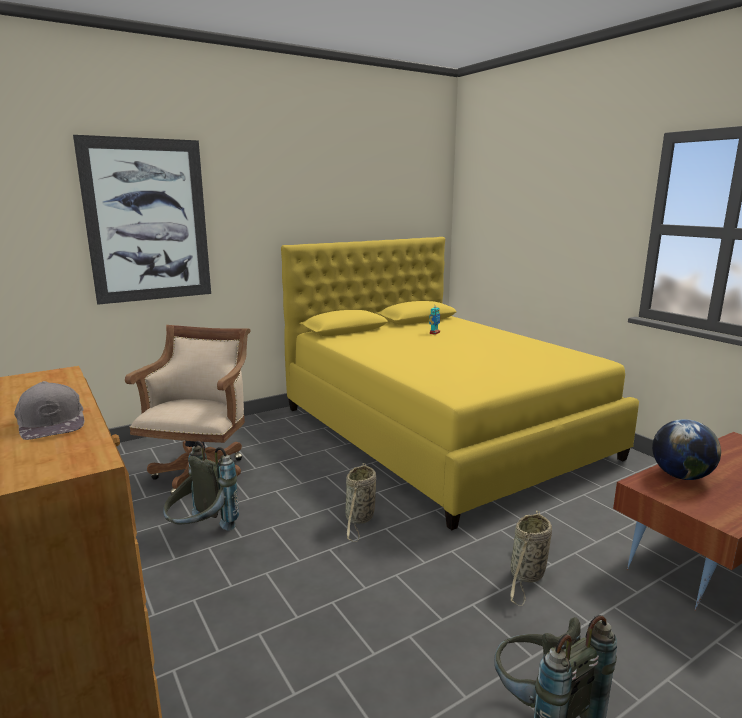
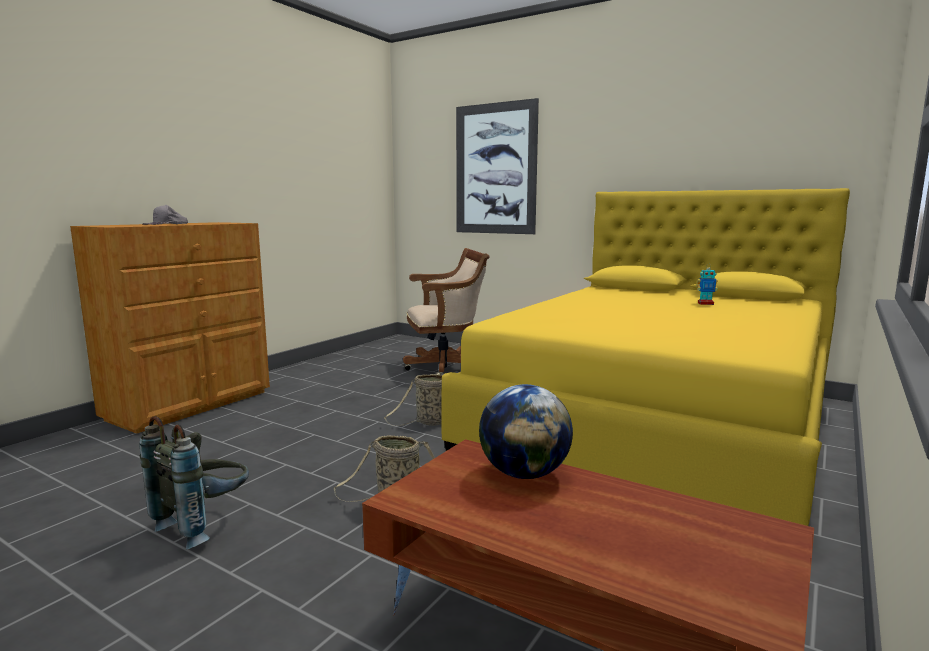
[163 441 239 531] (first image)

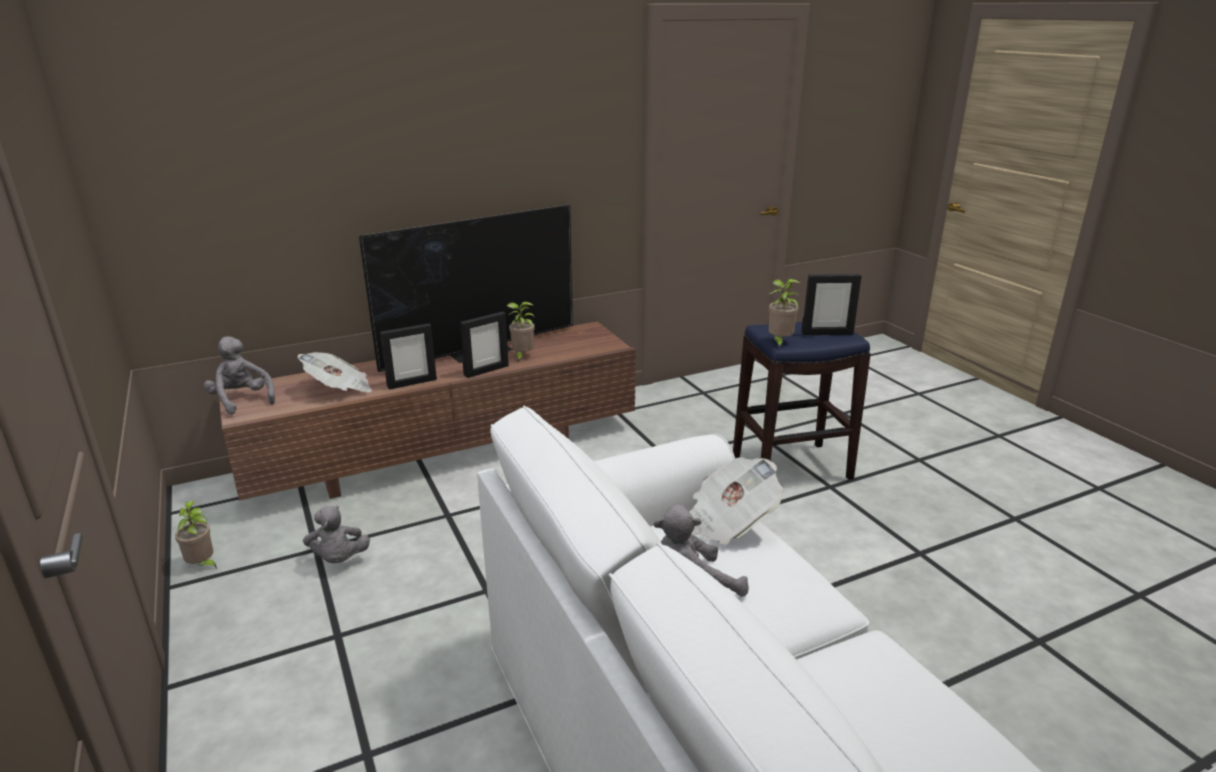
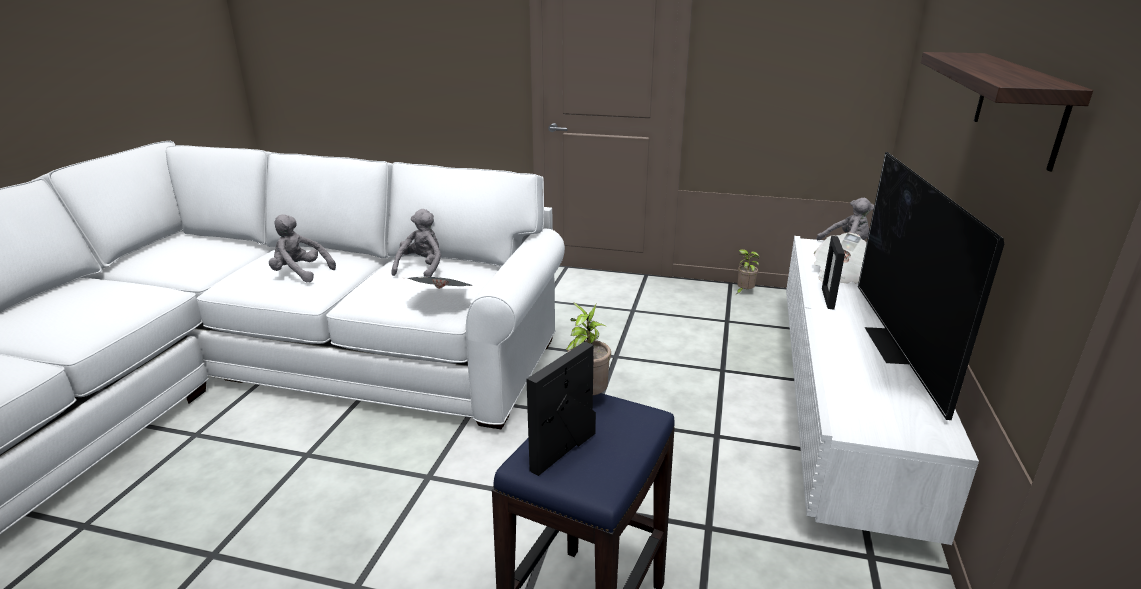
[460 312 509 378] (first image)
[507 301 535 363] (first image)
[921 52 1093 171]
[269 214 336 282]
[786 236 979 545]

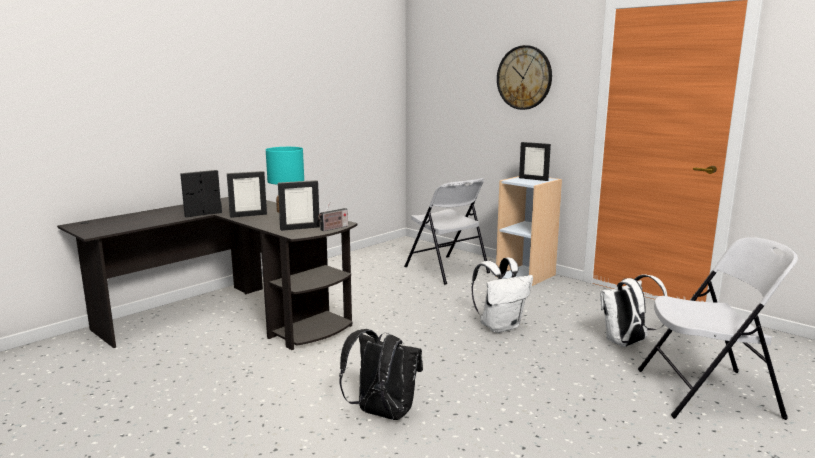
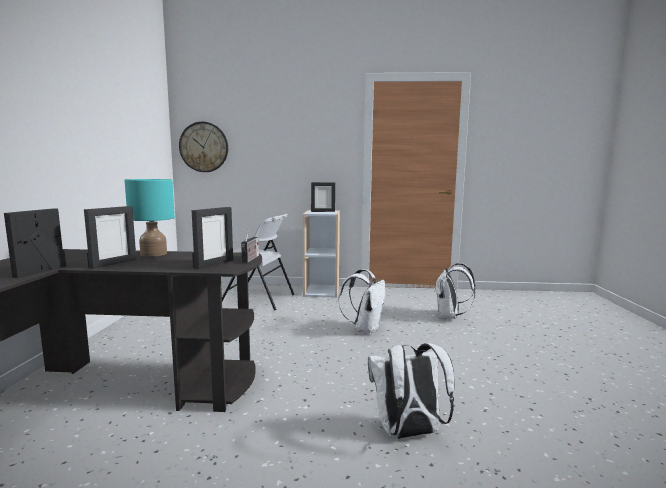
[638 237 798 420] (first image)
[179 122 228 172]
[368 343 454 439]

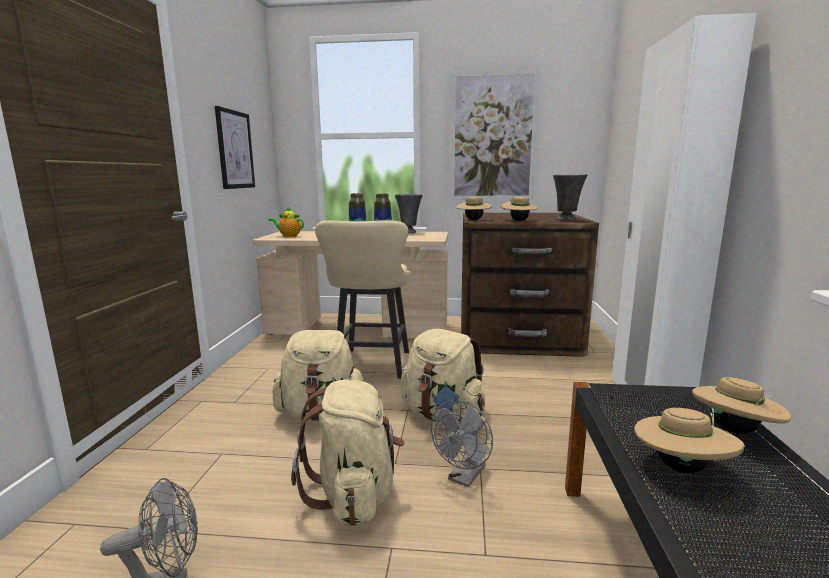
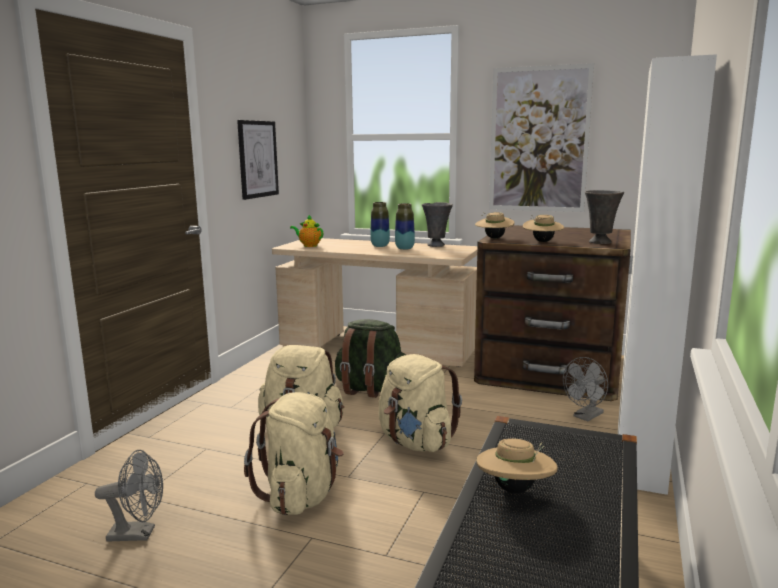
[692 377 792 434] (first image)
[563 357 608 421]
[334 319 406 398]

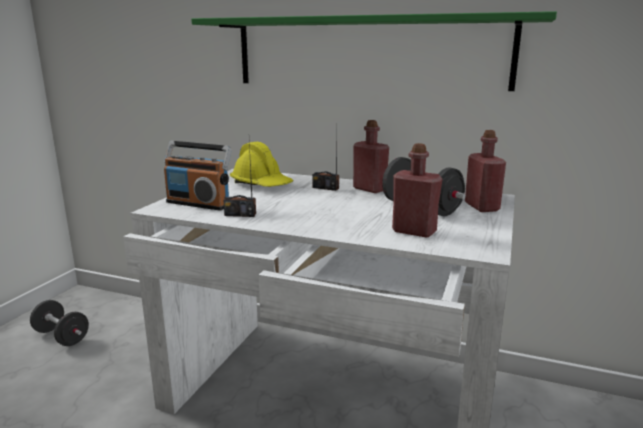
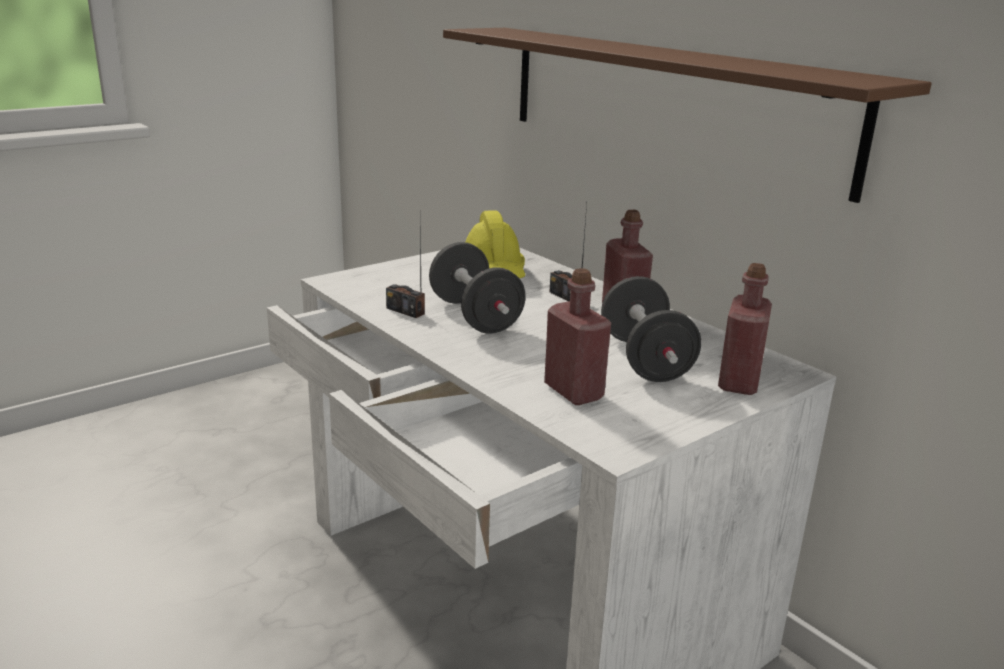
[164 141 232 210] (first image)
[429 242 526 334]
[443 28 932 203]

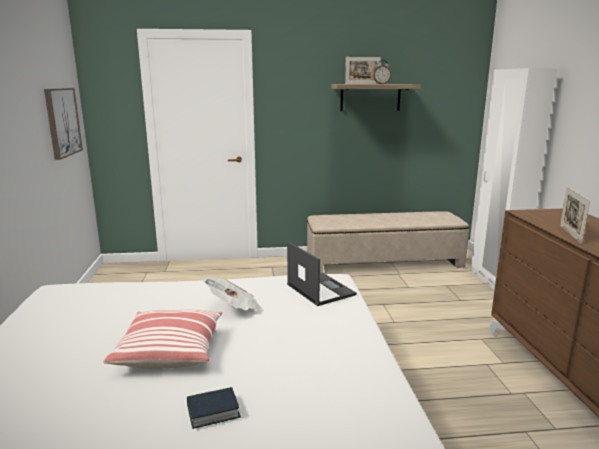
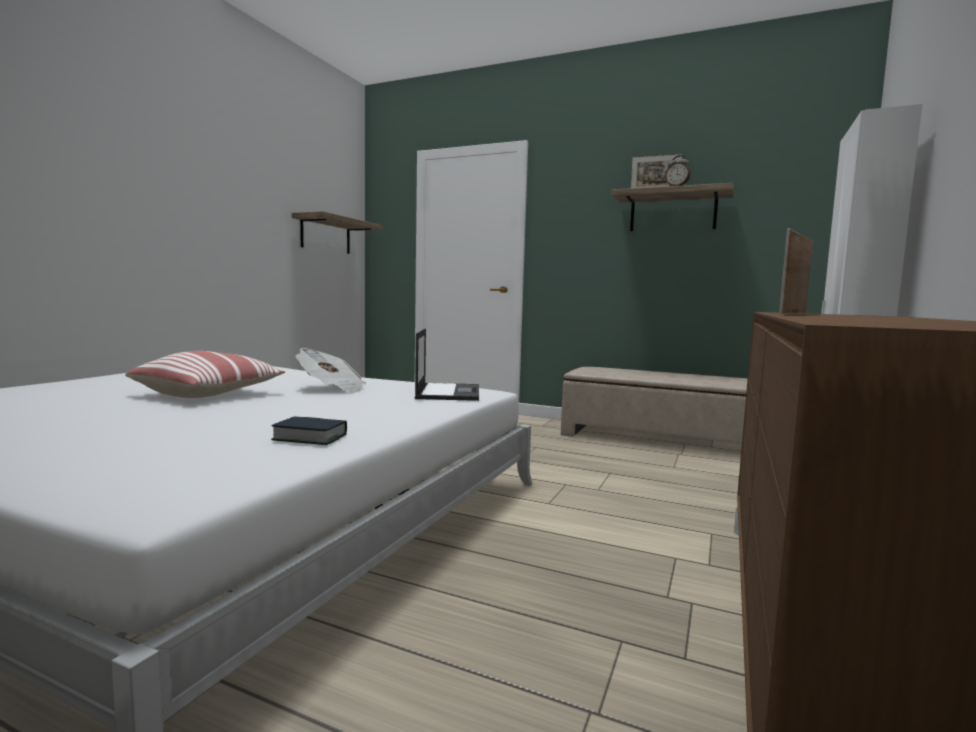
[271 416 347 445]
[292 211 383 254]

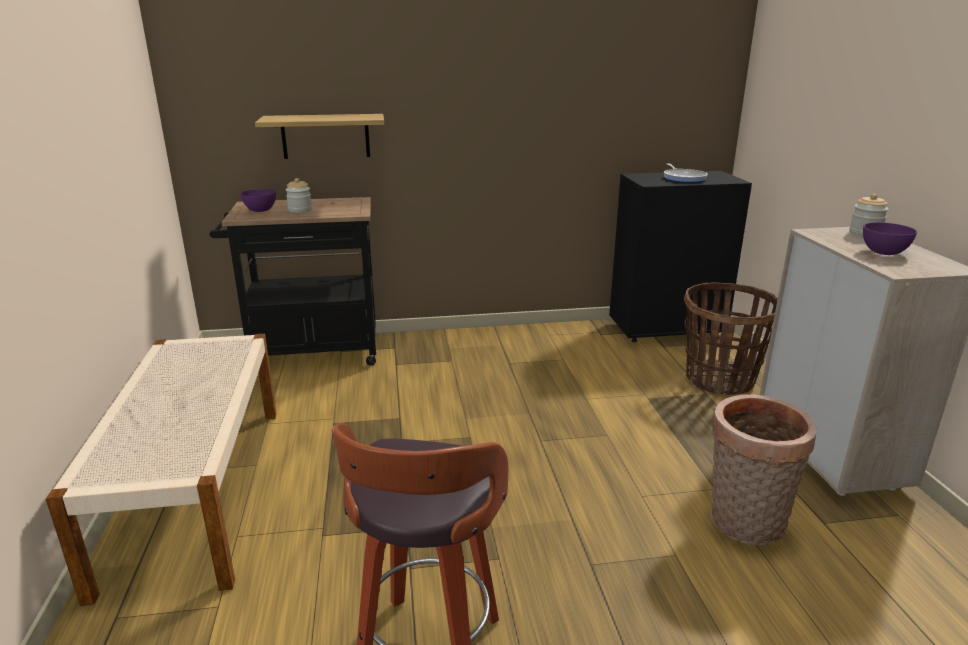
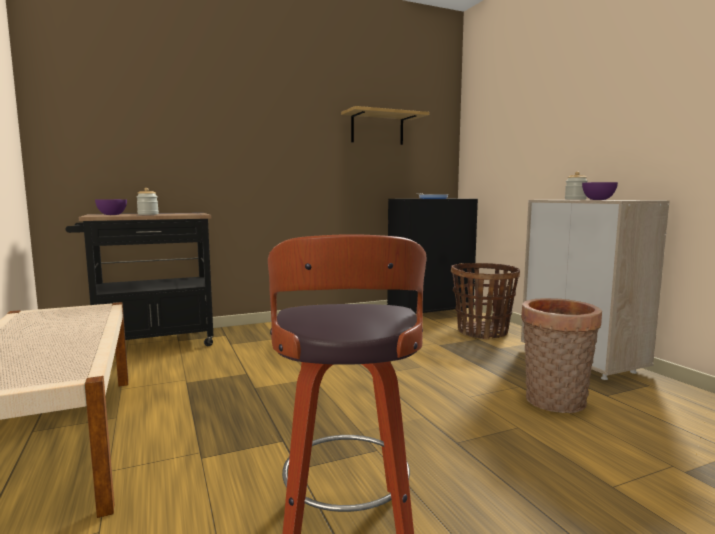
[341 106 429 145]

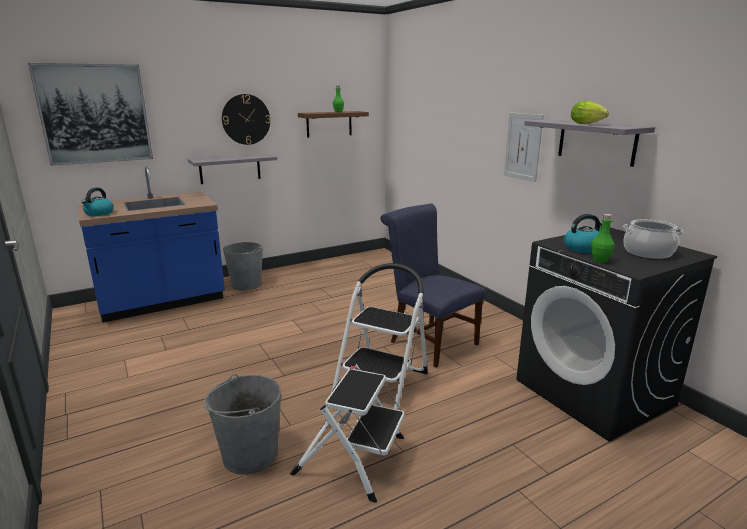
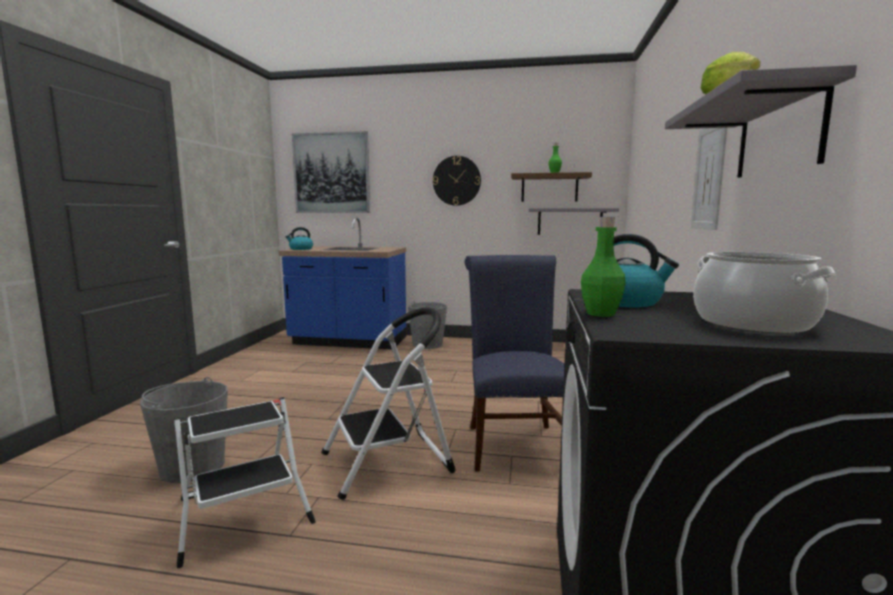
[528 208 619 235]

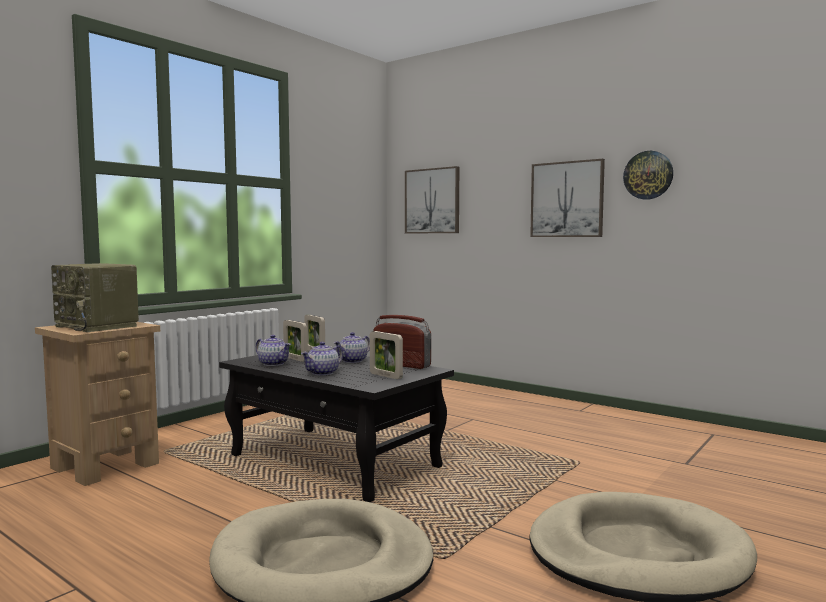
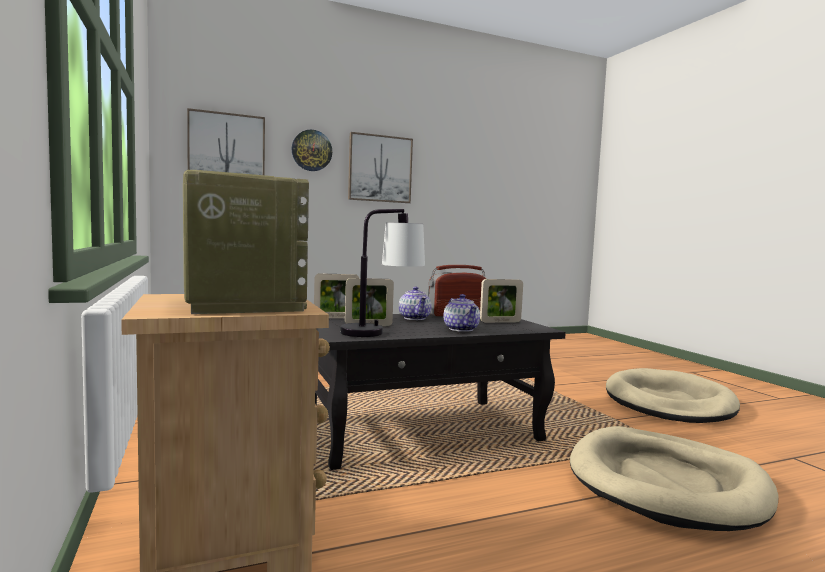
[292 130 332 171]
[340 209 425 337]
[183 170 309 314]

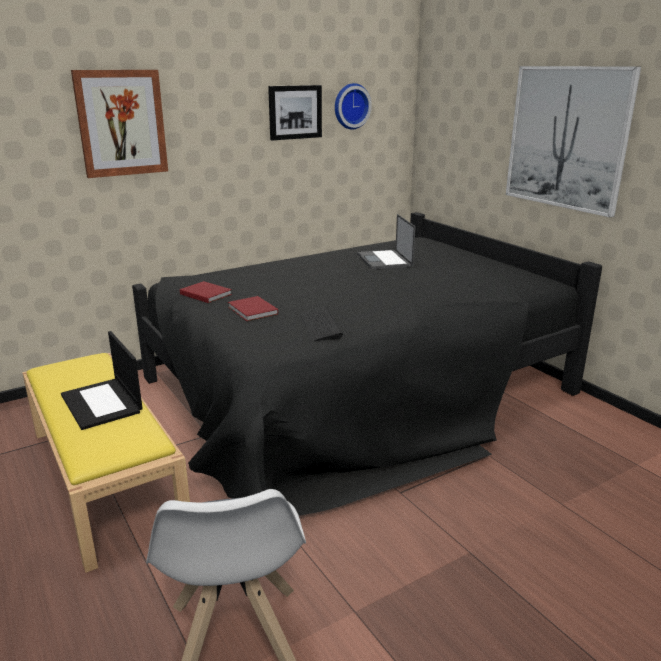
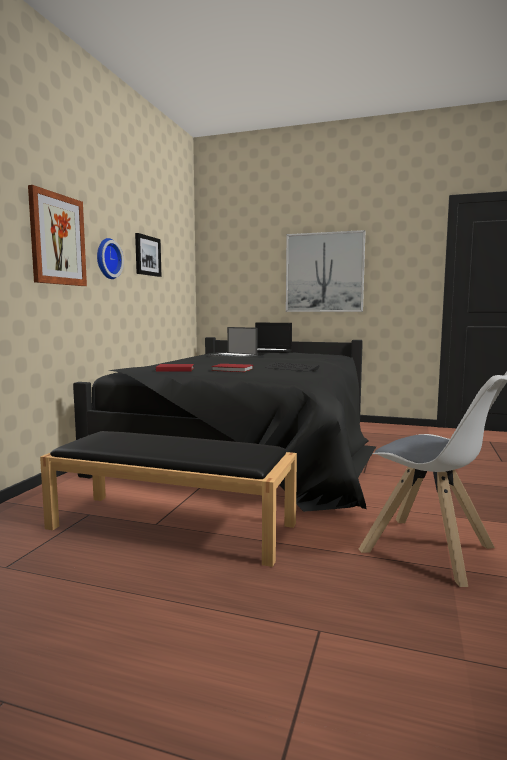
[255 323 292 353]
[97 238 124 279]
[40 431 297 567]

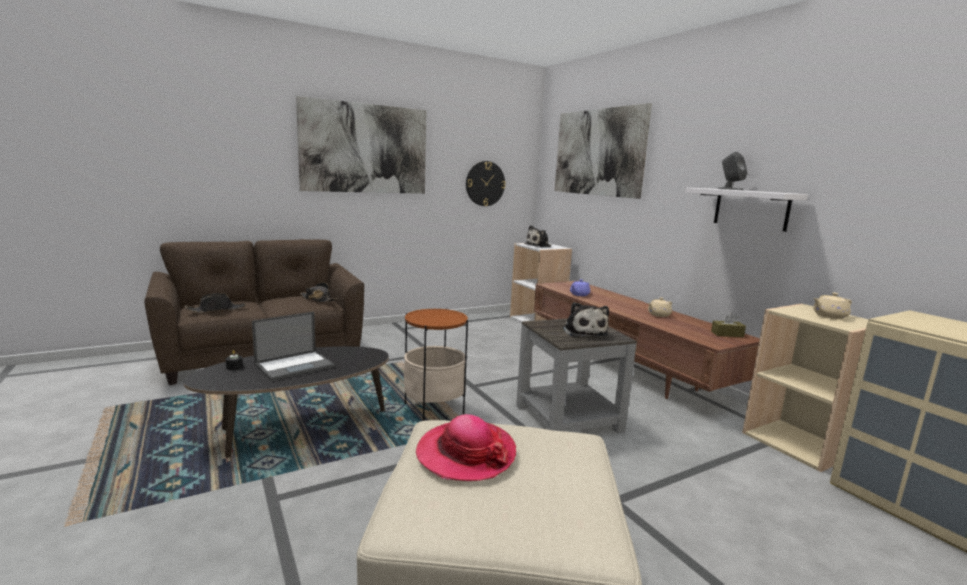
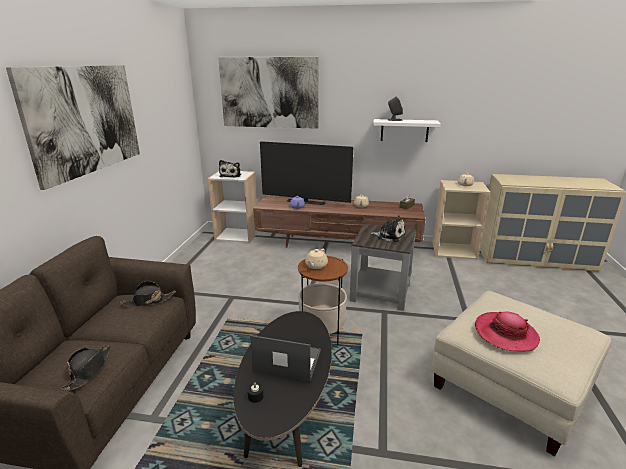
[466 161 506 206] (first image)
[260 141 353 205]
[305 249 328 269]
[250 335 321 382]

